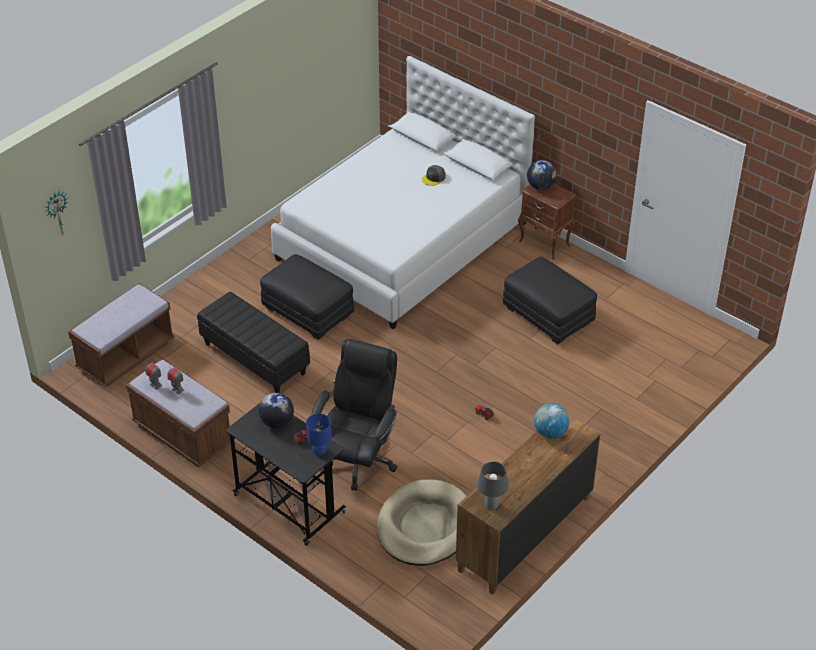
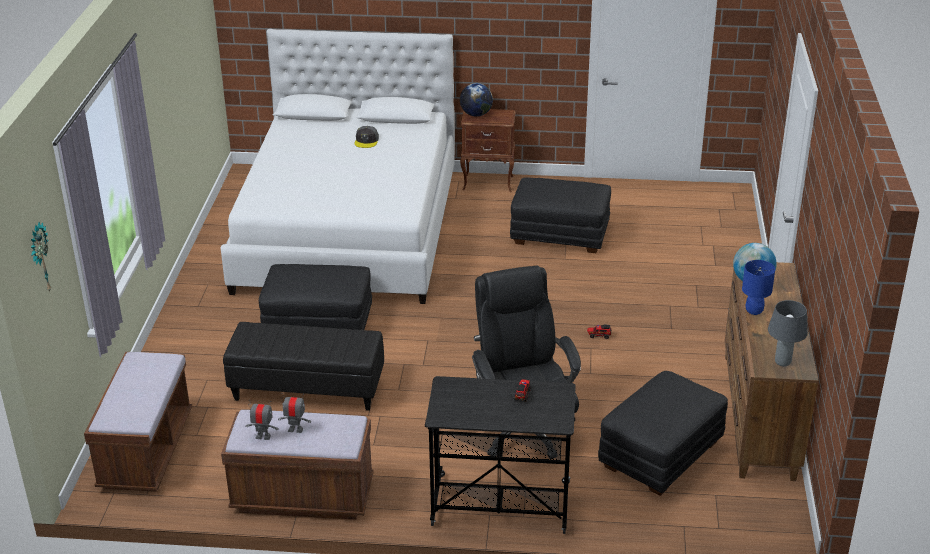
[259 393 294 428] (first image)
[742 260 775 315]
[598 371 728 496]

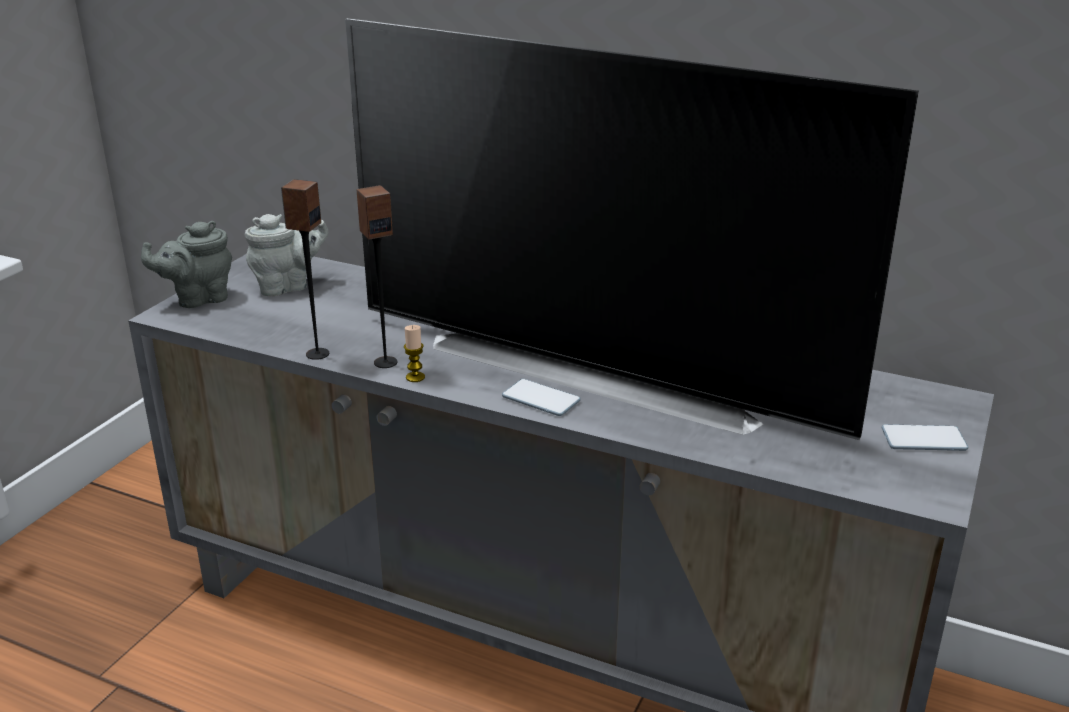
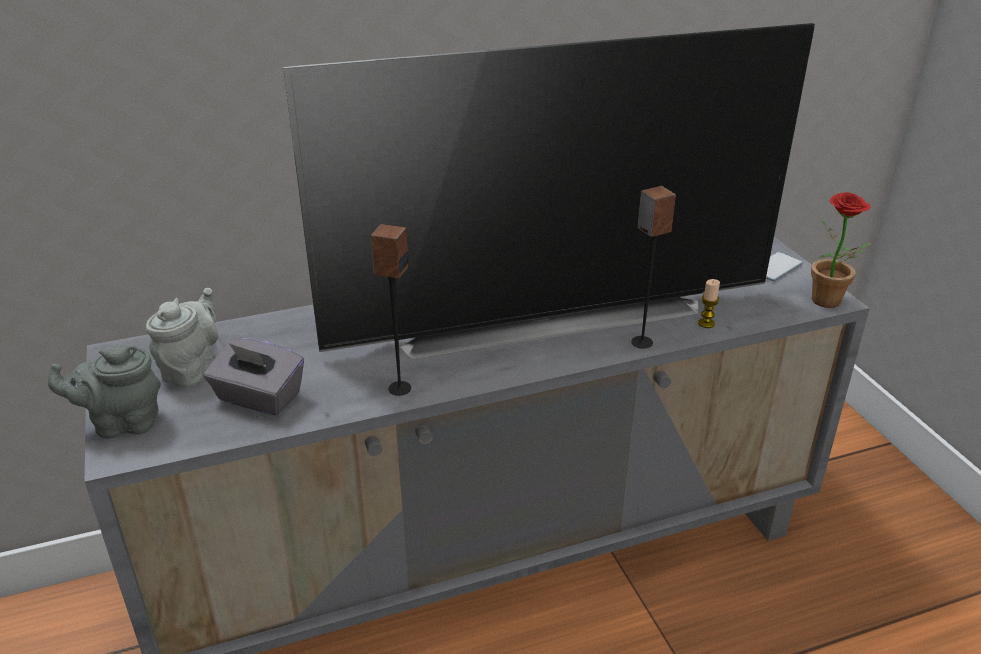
[502 379 581 416] (first image)
[204 338 304 415]
[811 192 872 308]
[631 186 676 349]
[698 279 720 328]
[48 344 161 439]

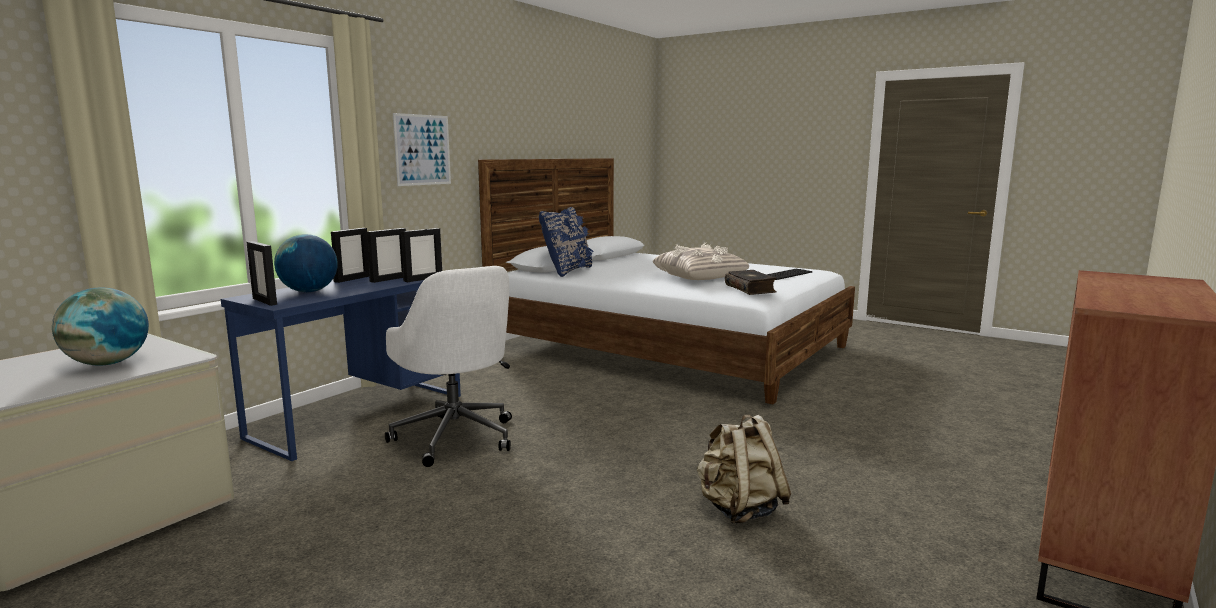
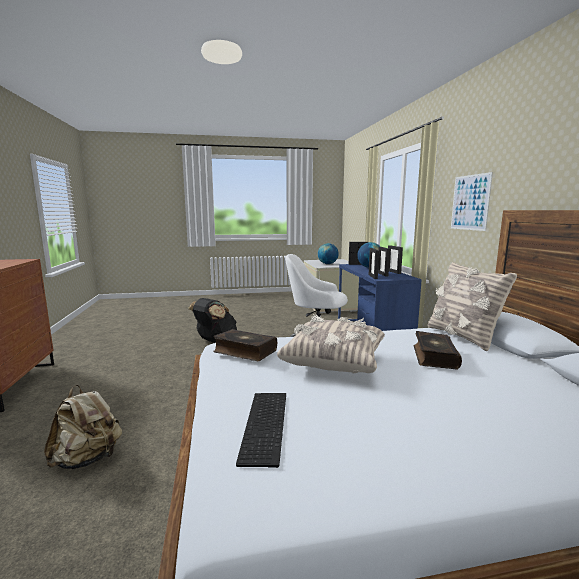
[188 298 237 343]
[414 331 462 370]
[44 385 122 469]
[428 262 517 351]

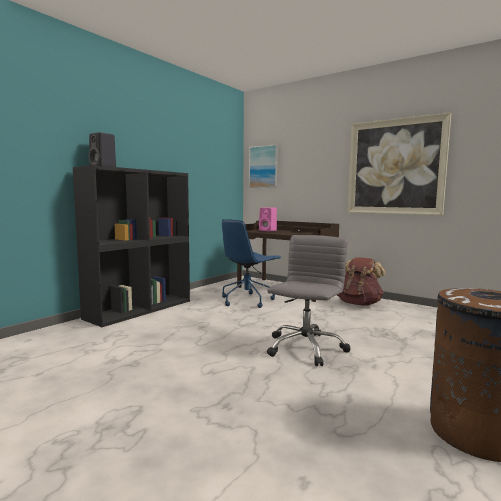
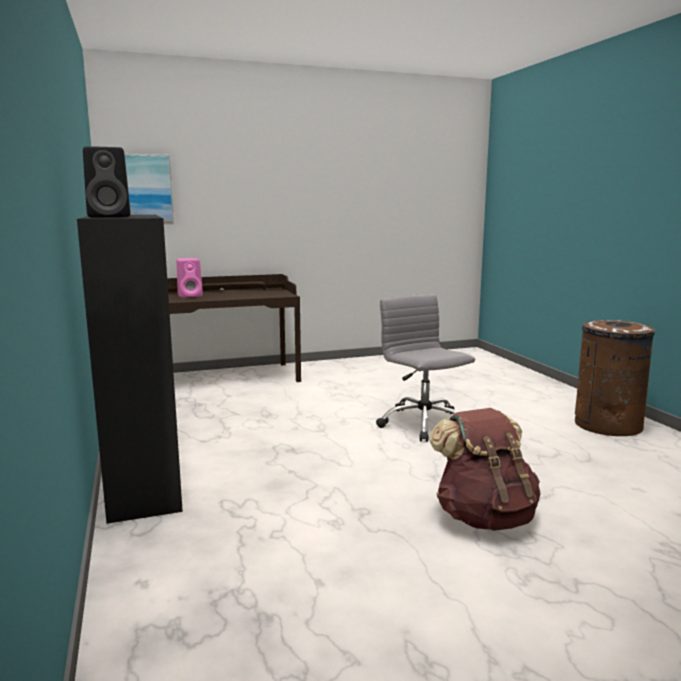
[222 219 281 308] (first image)
[347 112 451 215] (first image)
[429 408 541 531]

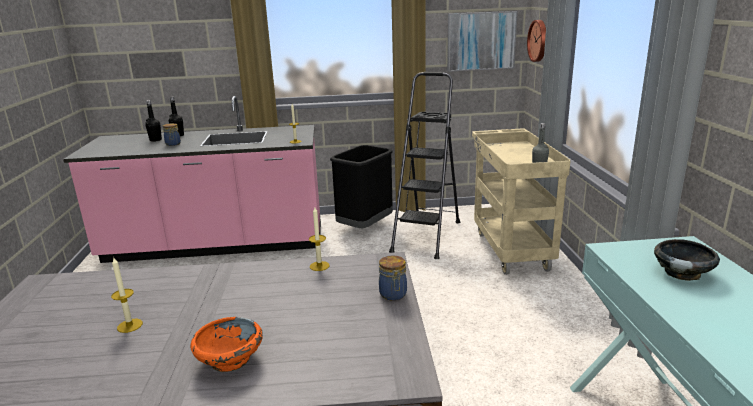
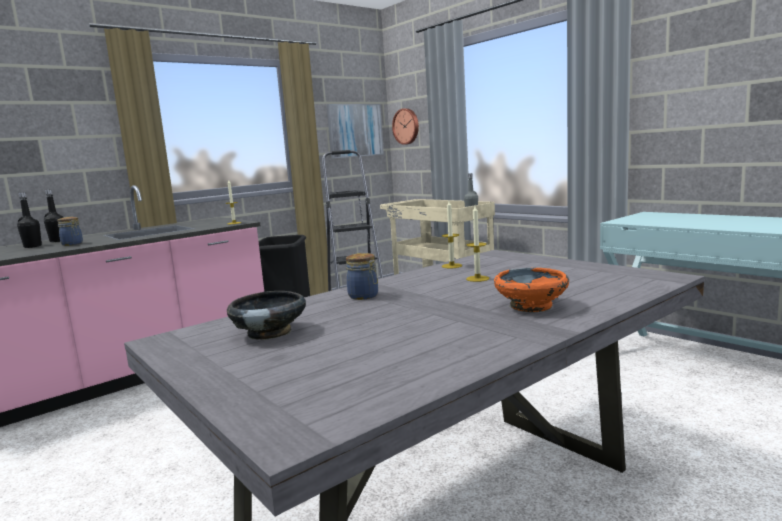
[466 206 489 282]
[346 253 378 300]
[227 291 306 340]

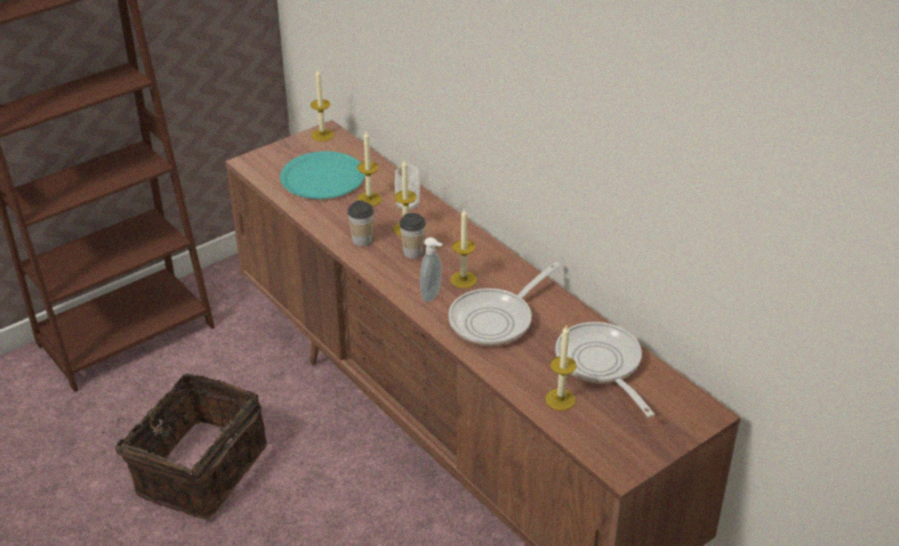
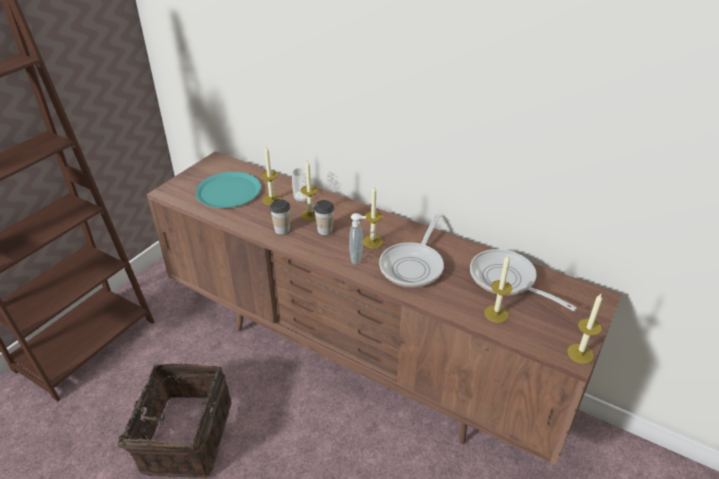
[567 294 602 364]

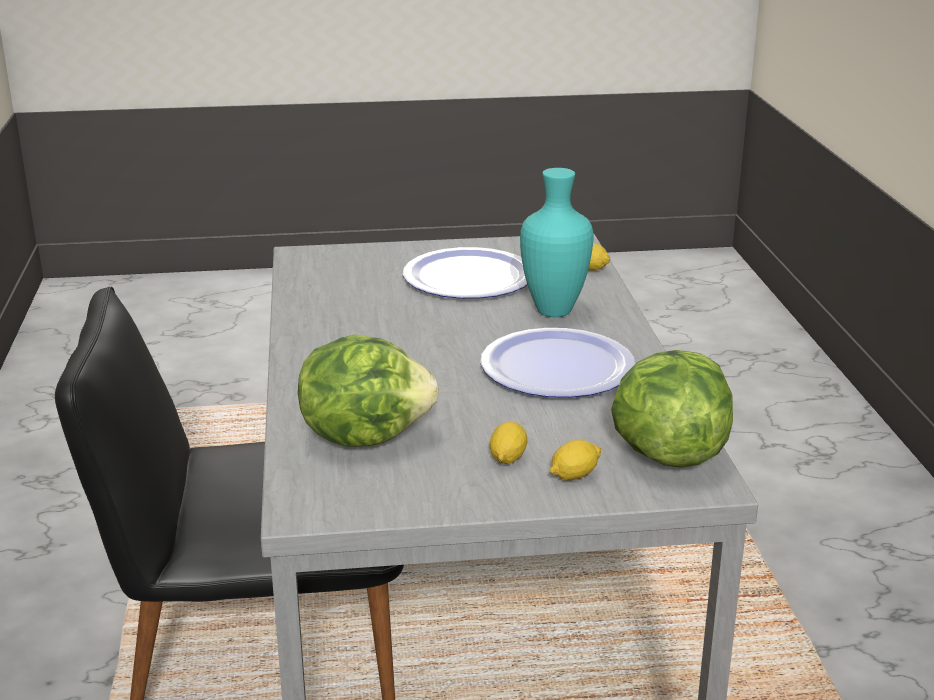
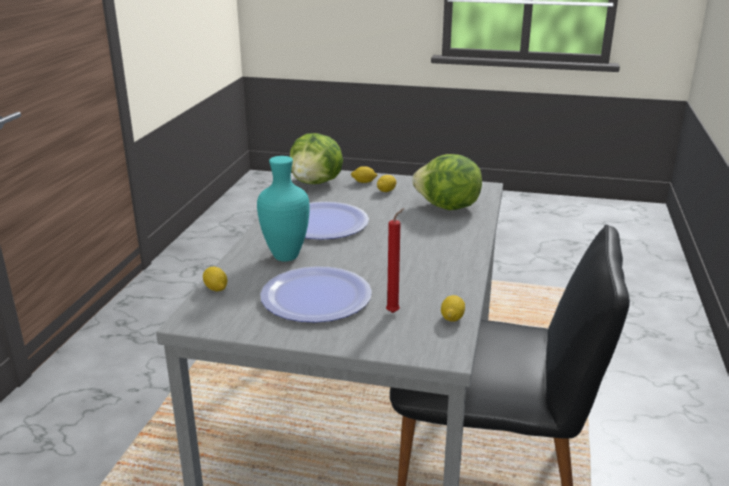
[386 208 404 313]
[441 295 465 322]

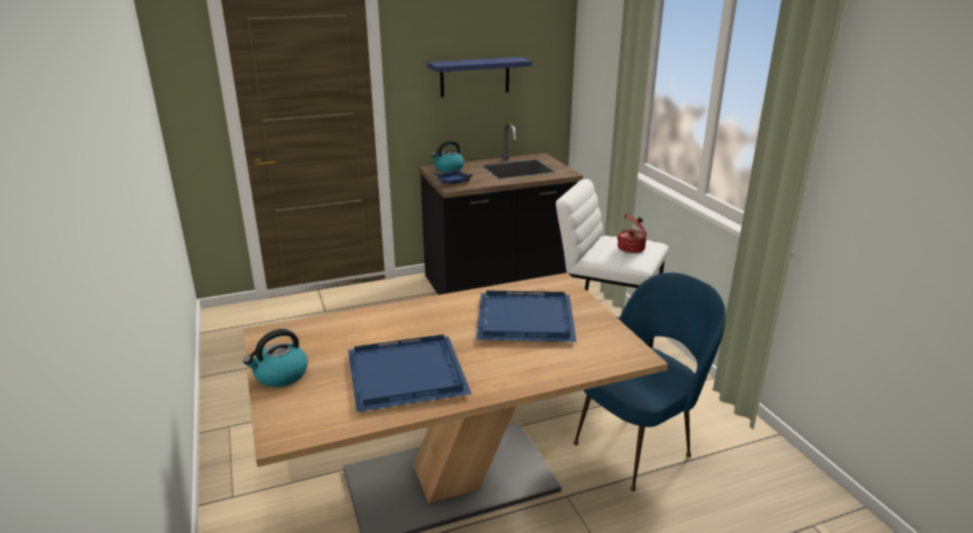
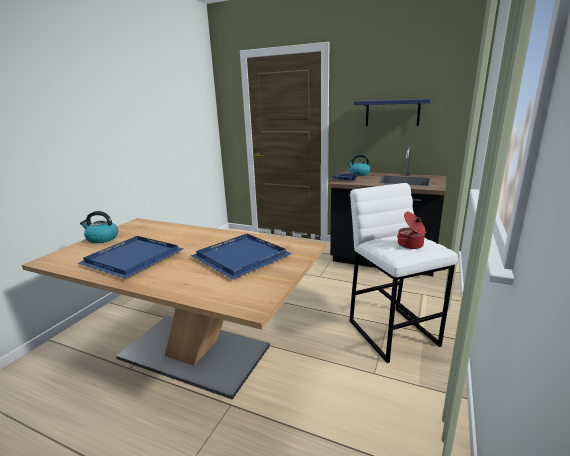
[574 273 726 491] (first image)

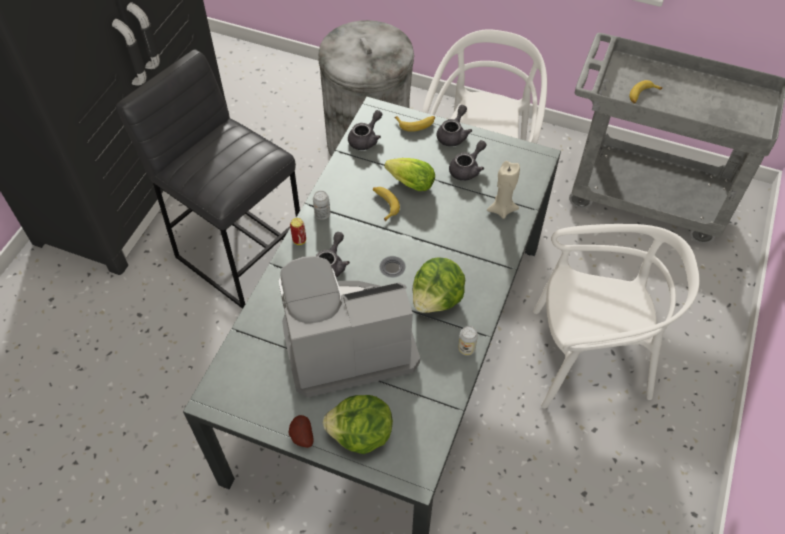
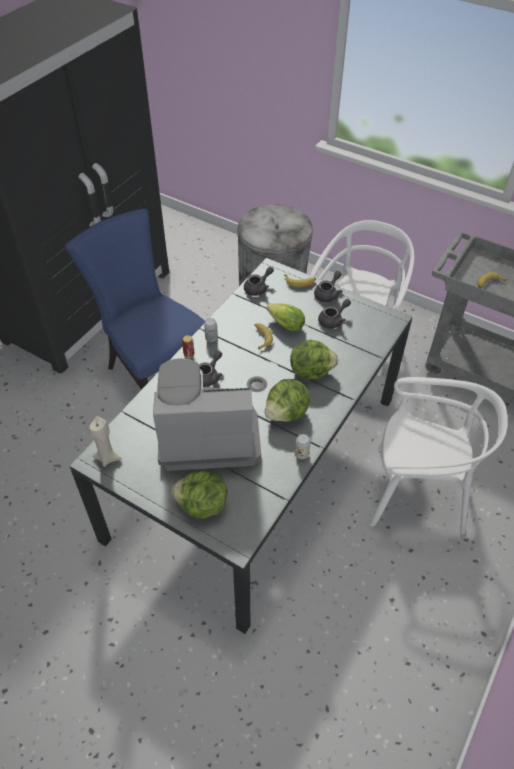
[289 415 313 448] (first image)
[290 340 338 380]
[89 416 122 467]
[65 208 205 390]

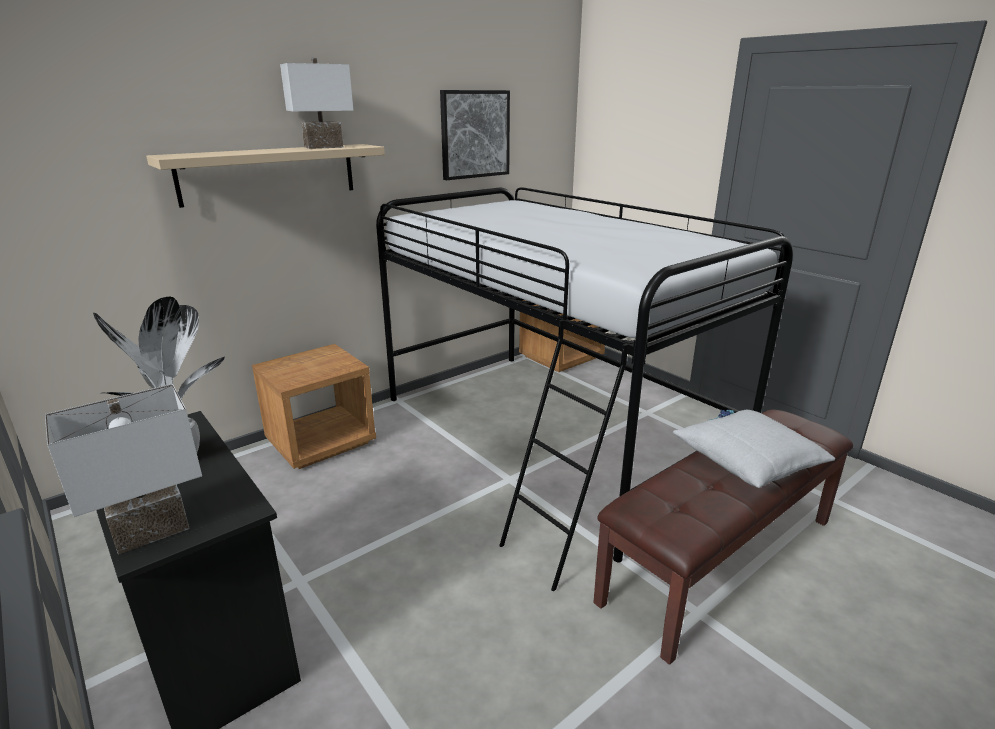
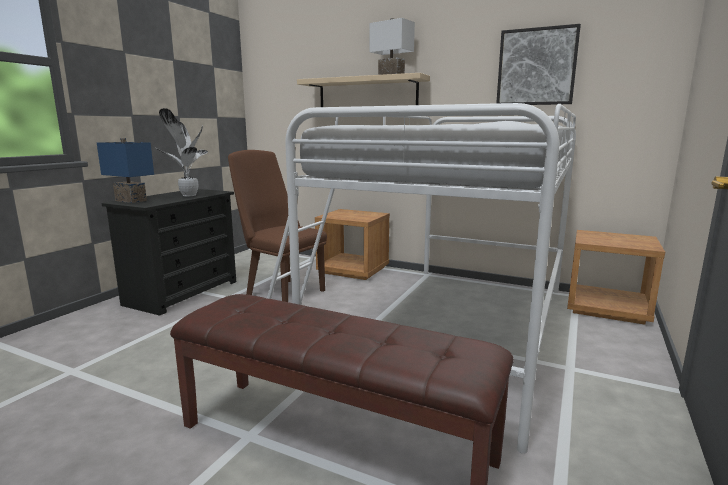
[673 410 835 488] (first image)
[228 150 327 302]
[97 138 154 203]
[267 103 576 454]

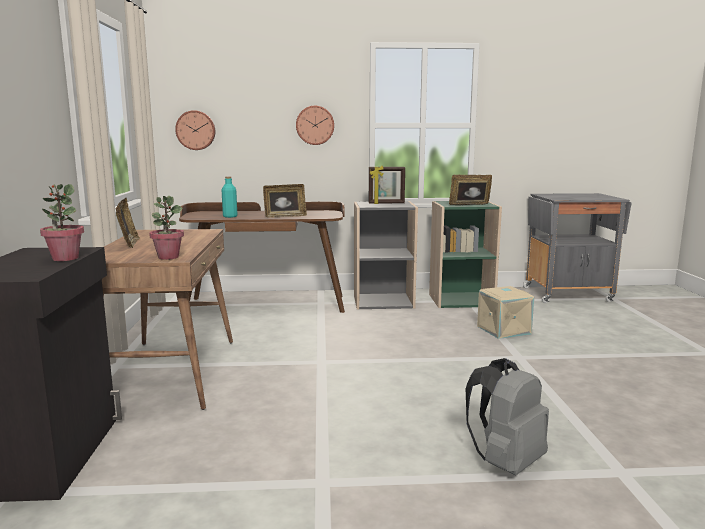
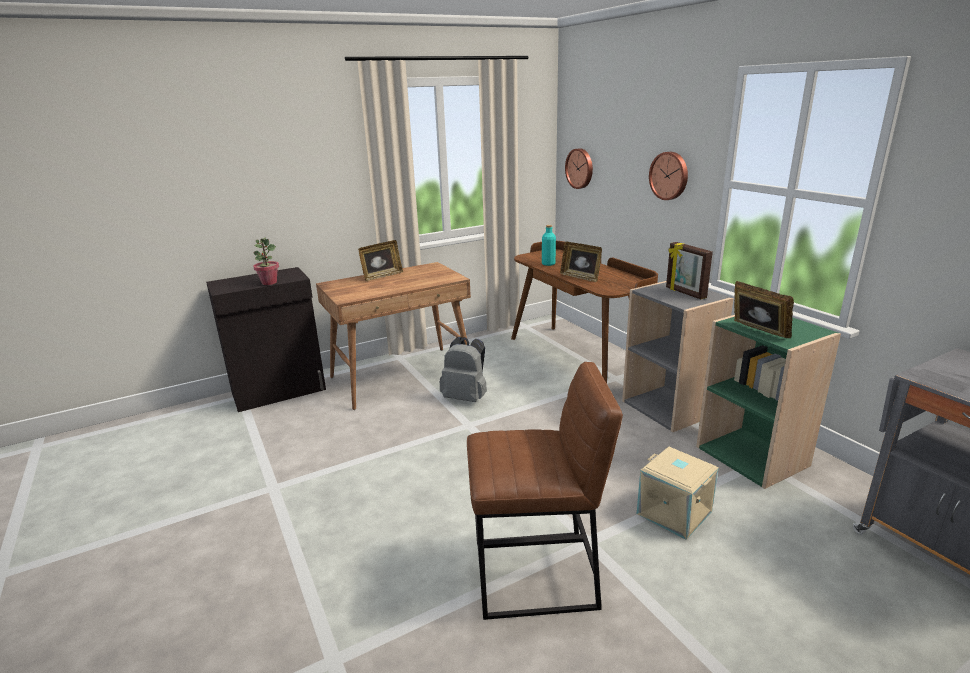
[149 196 184 260] (first image)
[467 362 623 620]
[440 337 487 402]

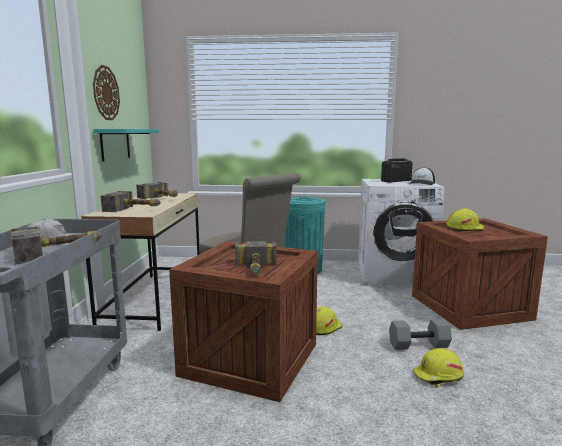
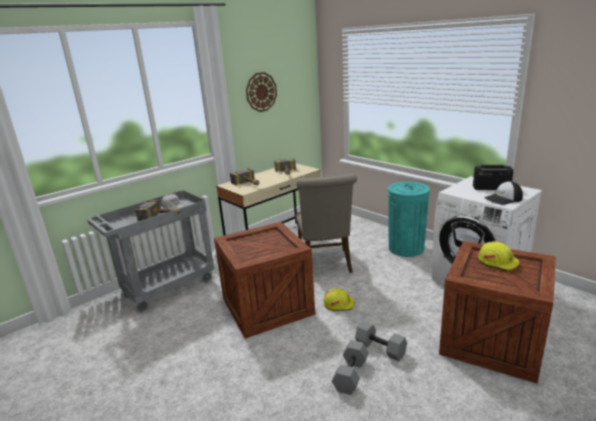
[93 129 159 161] (first image)
[235 241 277 276] (first image)
[332 340 369 395]

